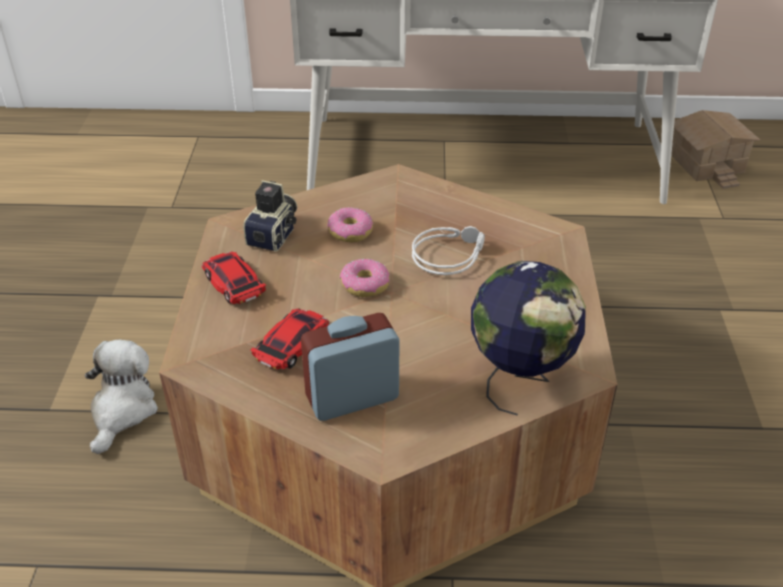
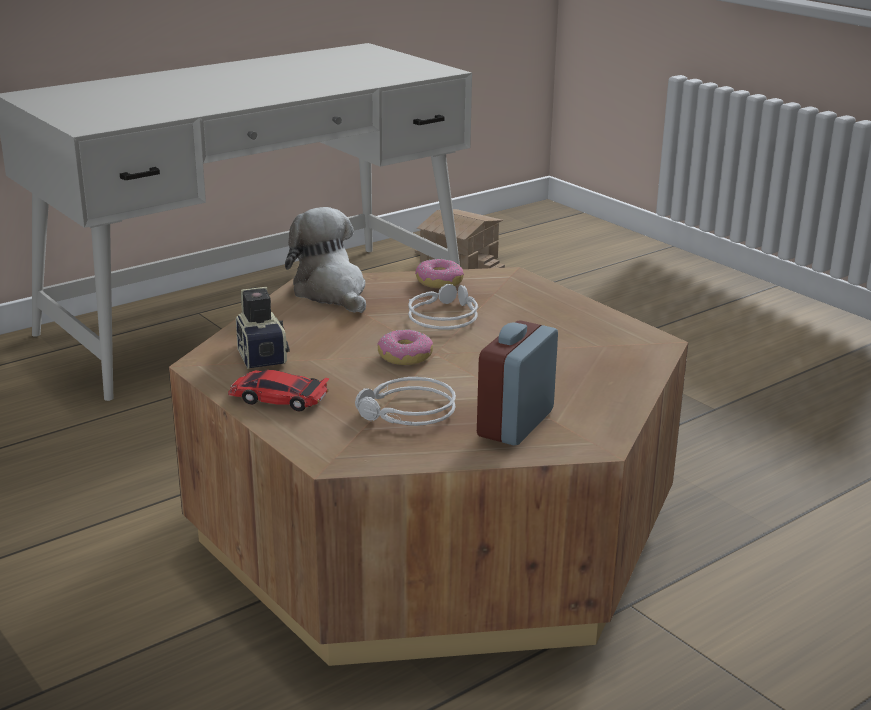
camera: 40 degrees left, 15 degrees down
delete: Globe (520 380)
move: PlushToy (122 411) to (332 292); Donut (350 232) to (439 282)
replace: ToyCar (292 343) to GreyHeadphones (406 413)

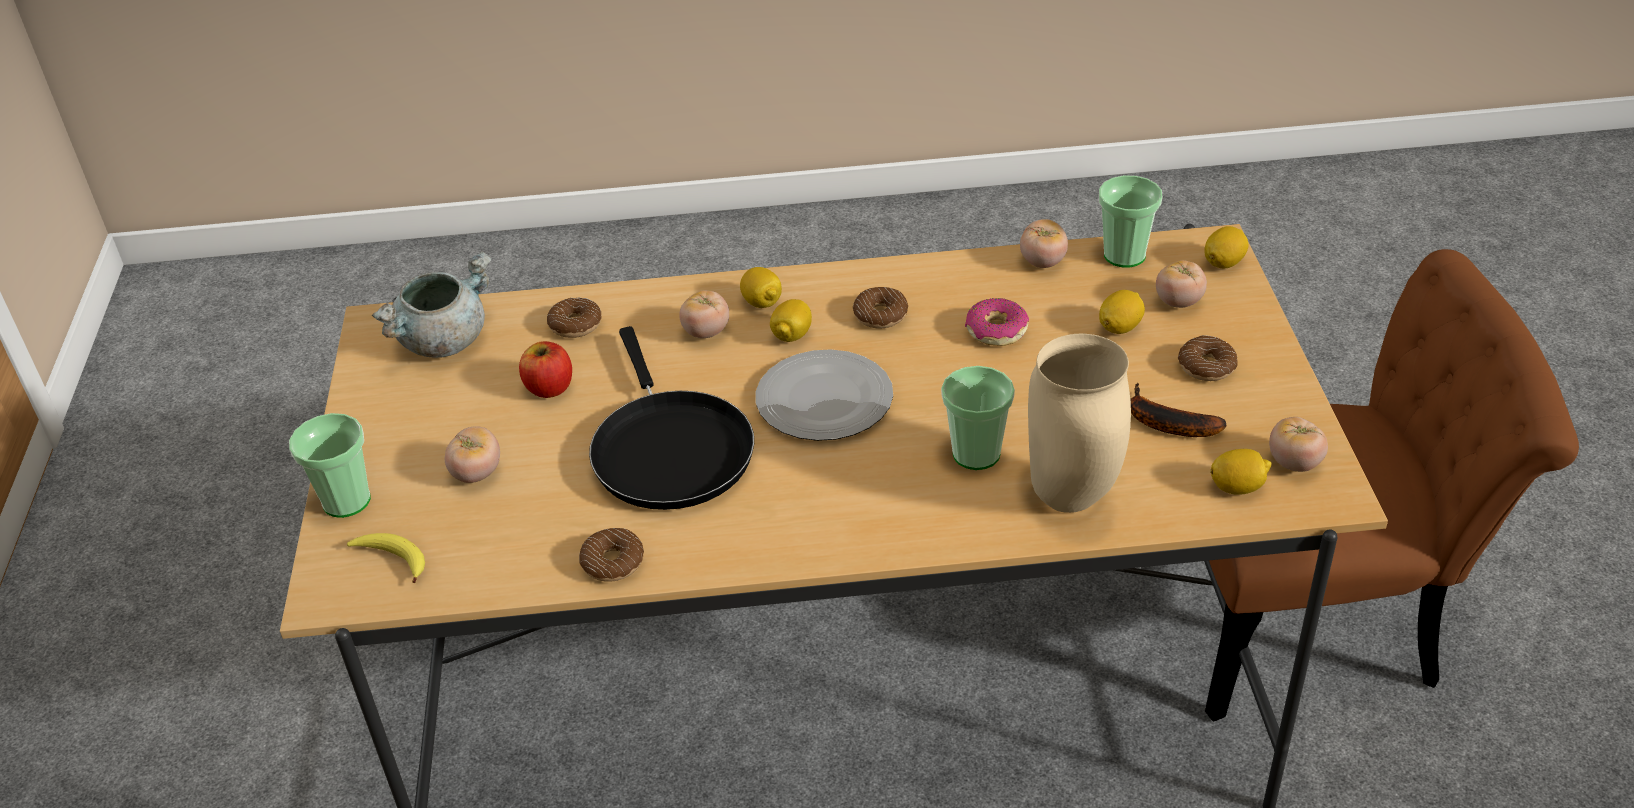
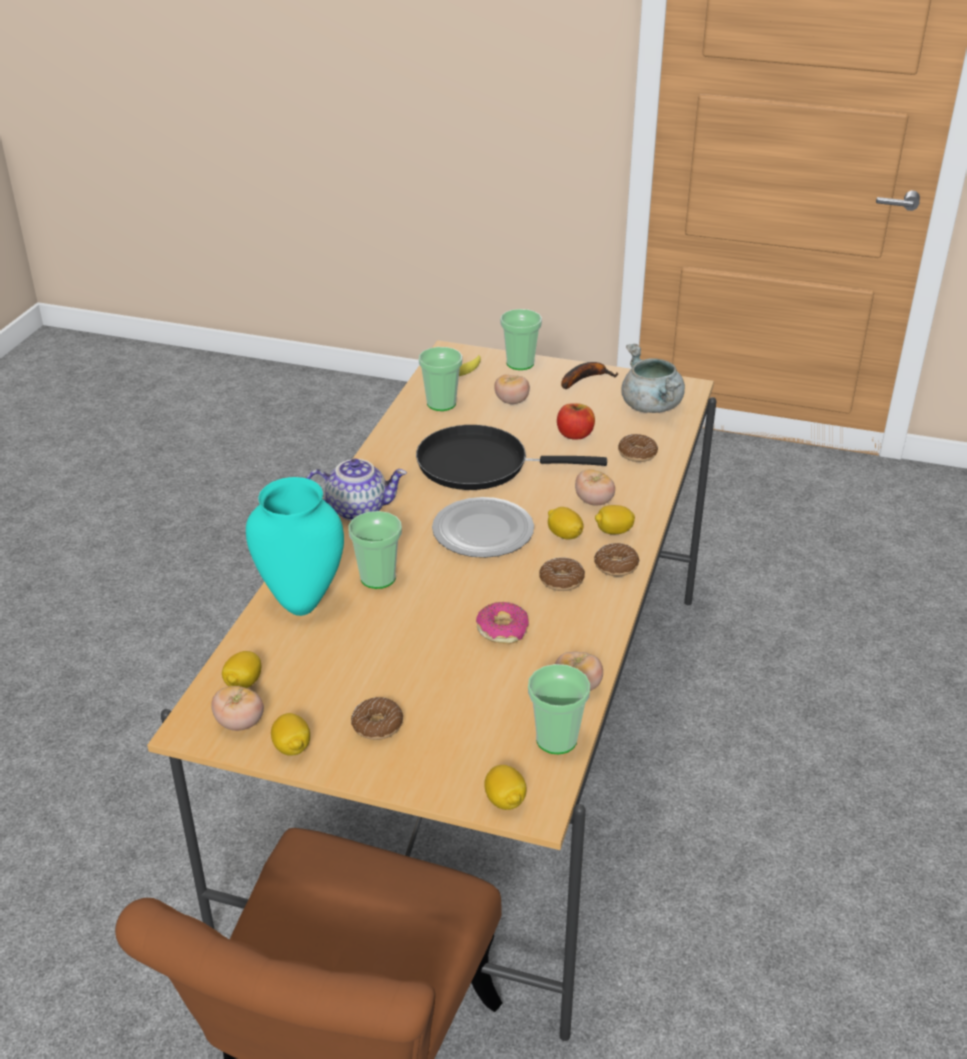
camera: 110 degrees right, 5 degrees down
delete: Tomato (1178 302)
insert: Teapot (358 509); Cup (441 403)
move: Lemon (1120 327) to (292 747); Banana (1164 422) to (585 379); Donut (612 562) to (616 566)
recolor: BeigeVase (1069 499) to TurquoiseVase (303 602)

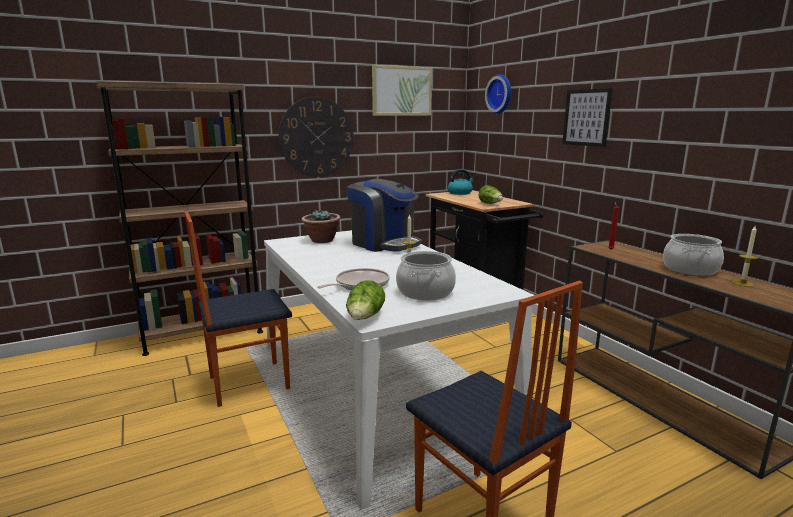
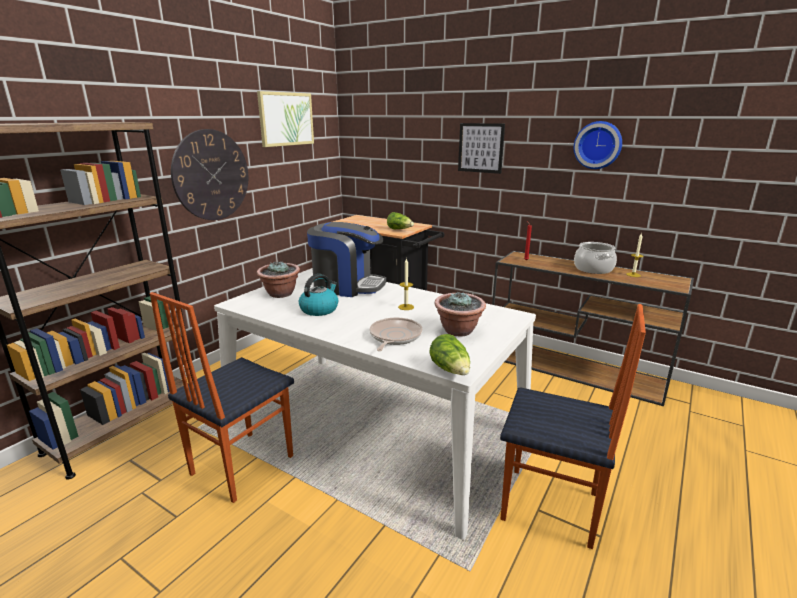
camera: 30 degrees left, 5 degrees up
move: Kettle (460 193) to (319 309); WallClock (501 94) to (598 145)
replace: CookingPot (426 292) to PottedPlant (458 331)

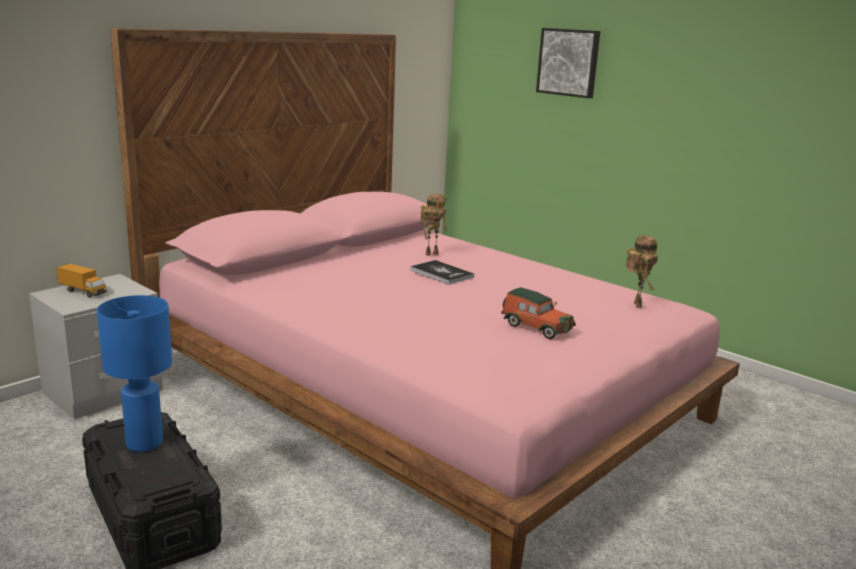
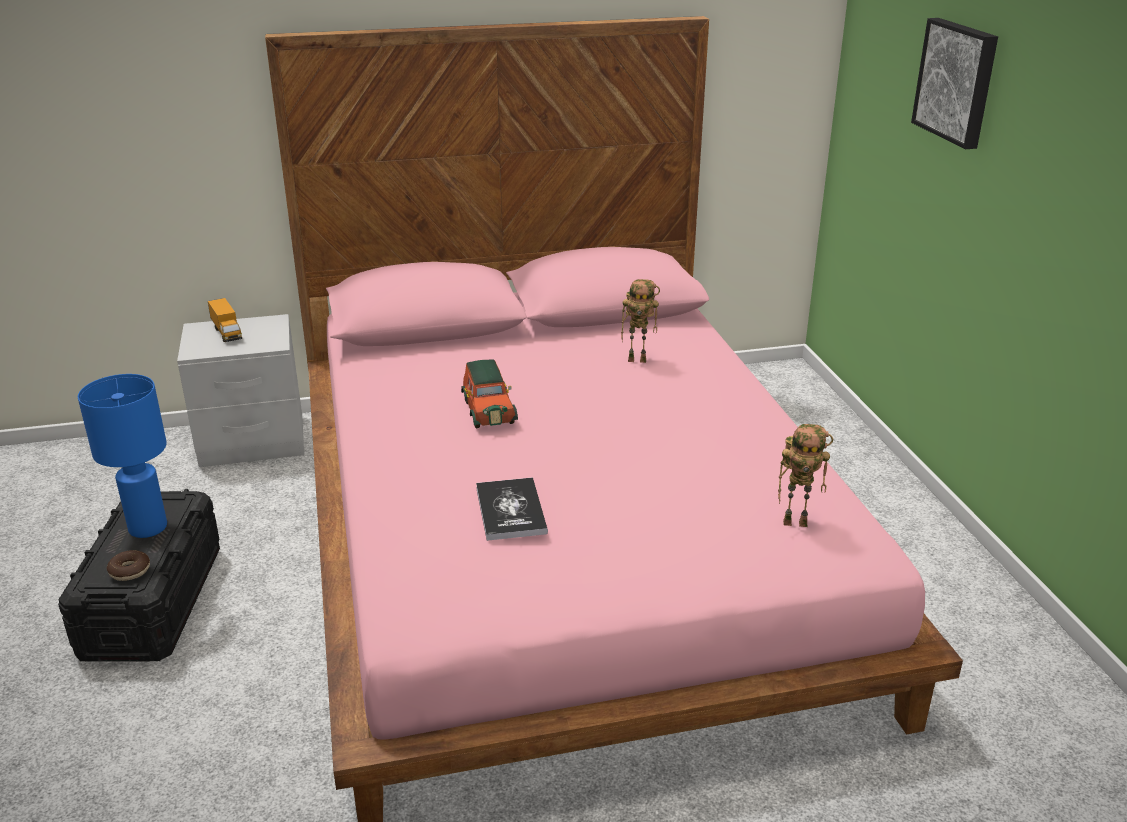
camera: 35 degrees right, 10 degrees up
insert: Donut (130 571)
move: ToyCar (535 327) to (488 410); Book (441 273) to (511 510)
rotate: ToyRobot (635 305) = (797 522) 60 degrees clockwise

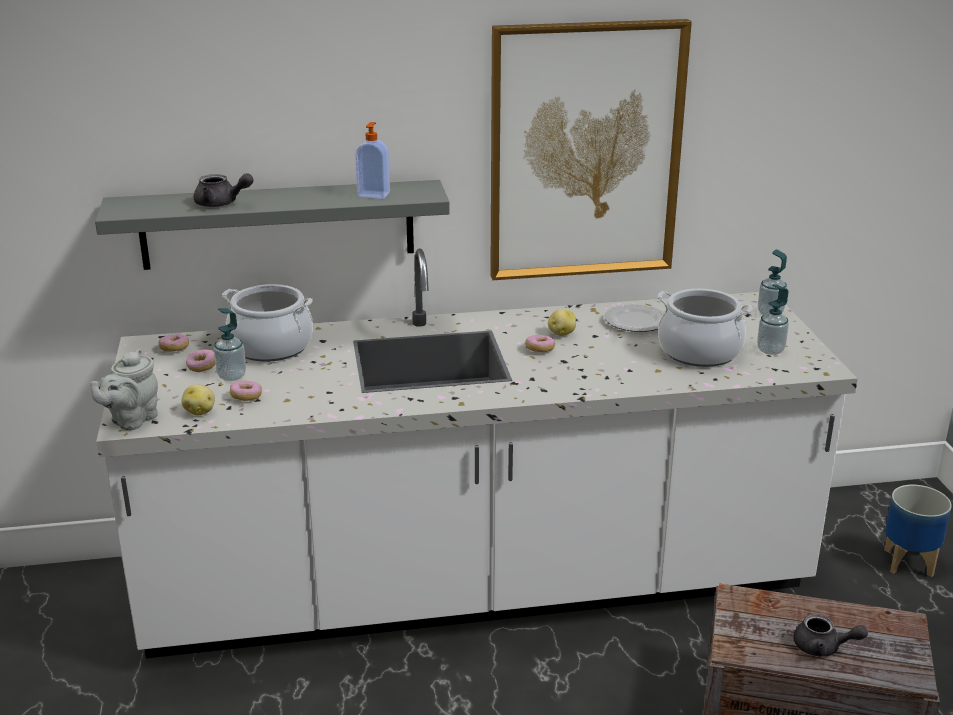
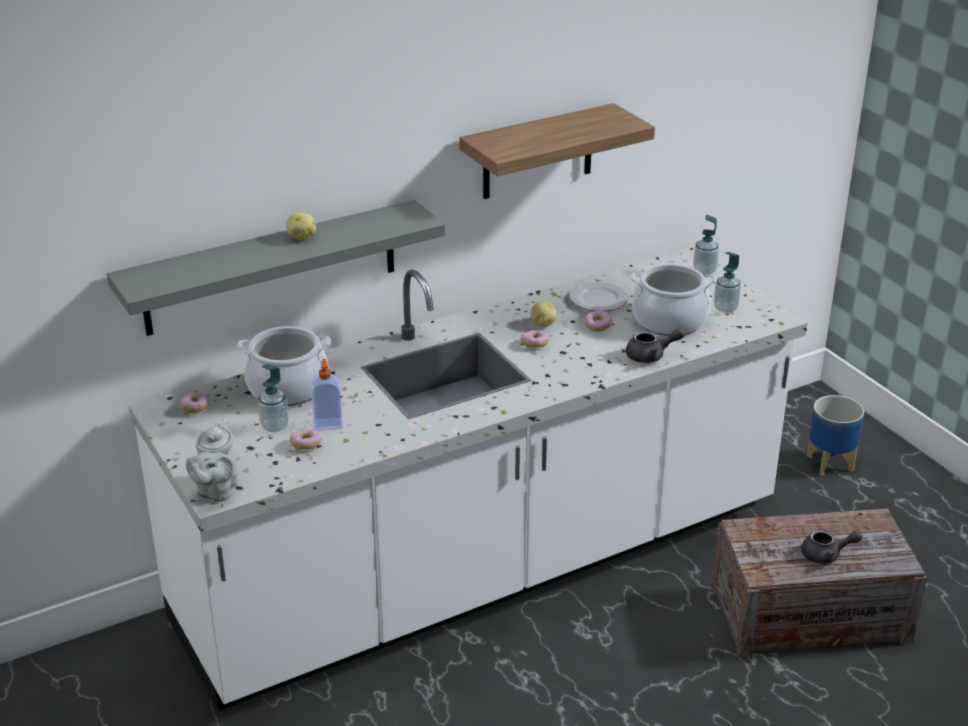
camera: 20 degrees left, 5 degrees up
move: Potato (200 411) to (302 237); SoapDispenser (374 194) to (328 423); Donut (202 367) to (597 326); GreyTeapot (221 204) to (651 356)
replace: Picture (585 152) to Shelf (537 152)

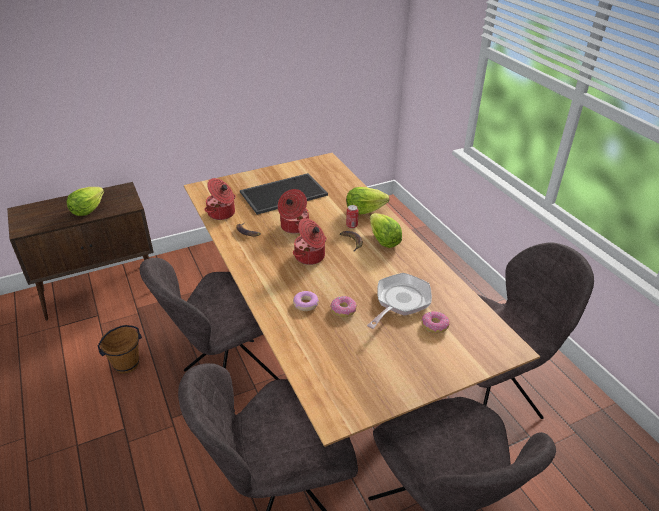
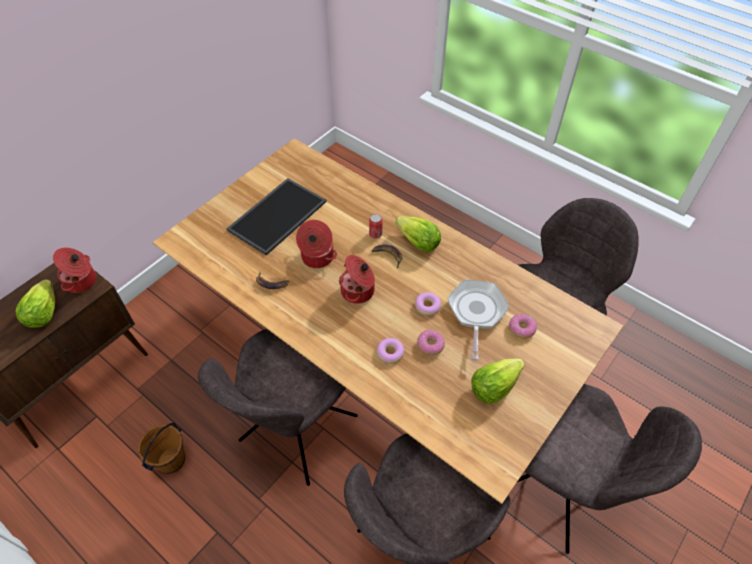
camera: 25 degrees left, 15 degrees up
insert: Donut (427 306)
move: CookingPot (222 213) to (82 281); Lettuce (364 210) to (493 387)

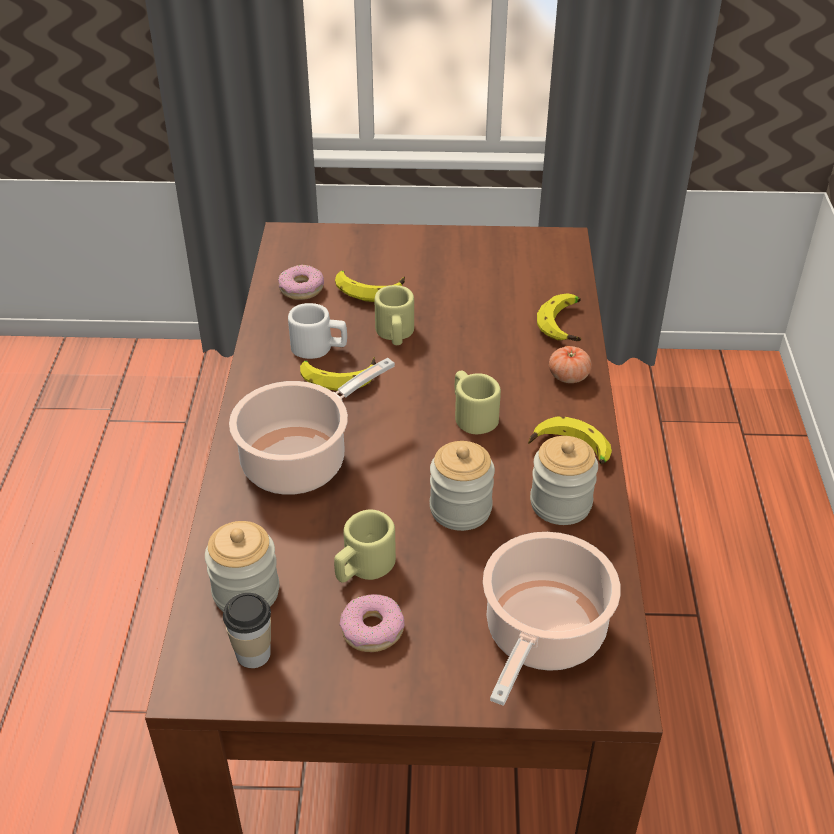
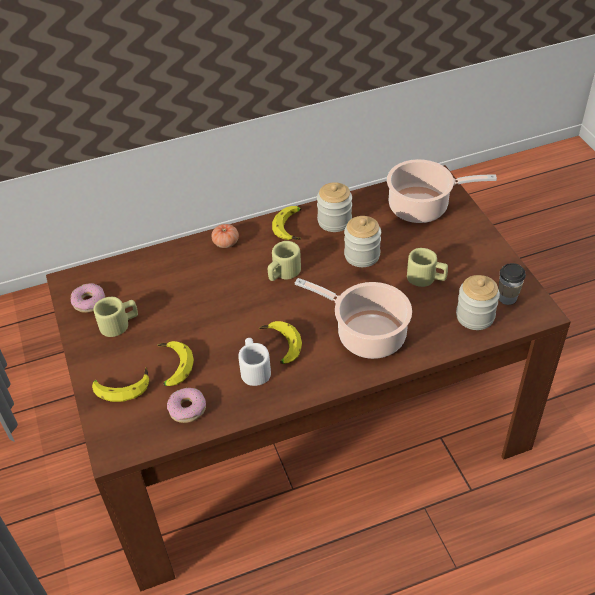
camera: 110 degrees left, 5 degrees up
move: Donut (372 629) to (89 302); Banana (566 324) to (122 386); BeigeMug (395 334) to (119 324)

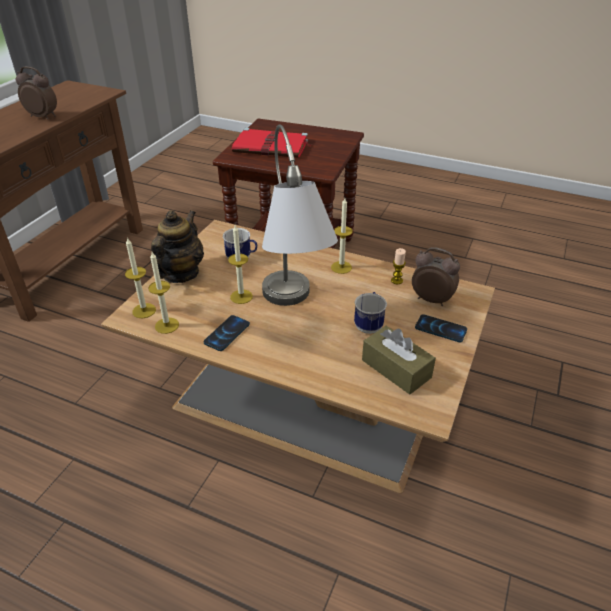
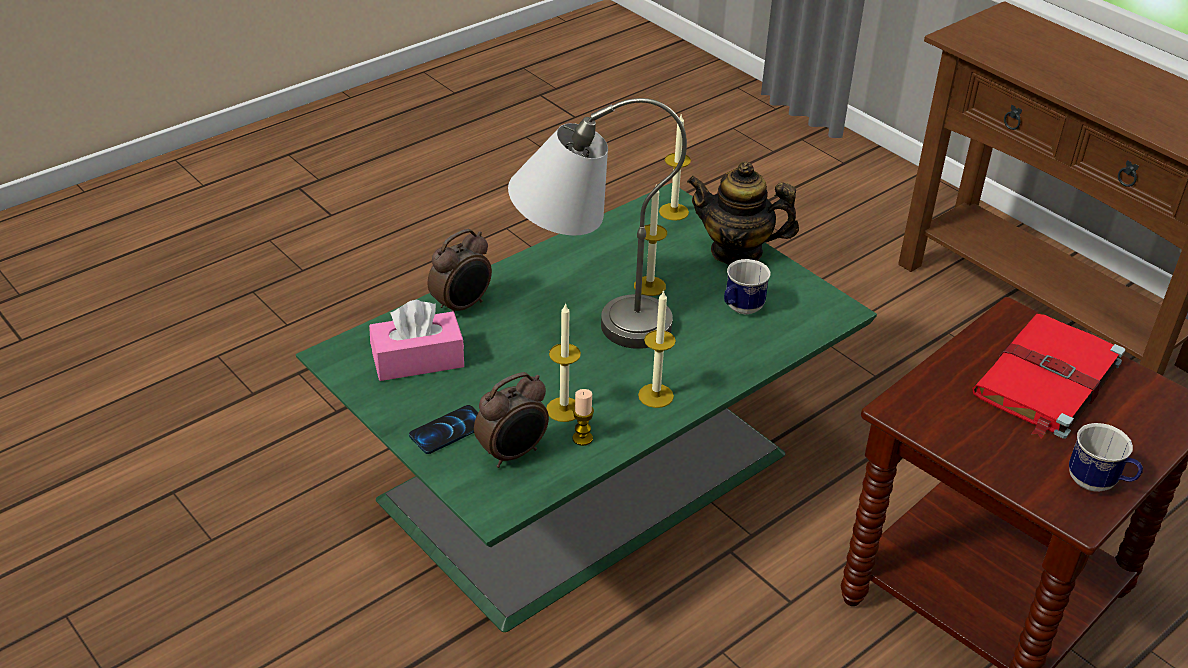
camera: 115 degrees right, 0 degrees up
delete: Phone (227 334)
move: AlarmClock (43 116) to (462 306); Candle (167 325) to (564 409); Mug (369 324) to (1098 484)
recolor: BrownCoffeeTable (303 396) to GreenCoffeeTable (590 471); BrownTissueBox (396 369) to PinkTissueBox (418 360)
rotate: Teapot (180 273) = (737 251) 150 degrees clockwise

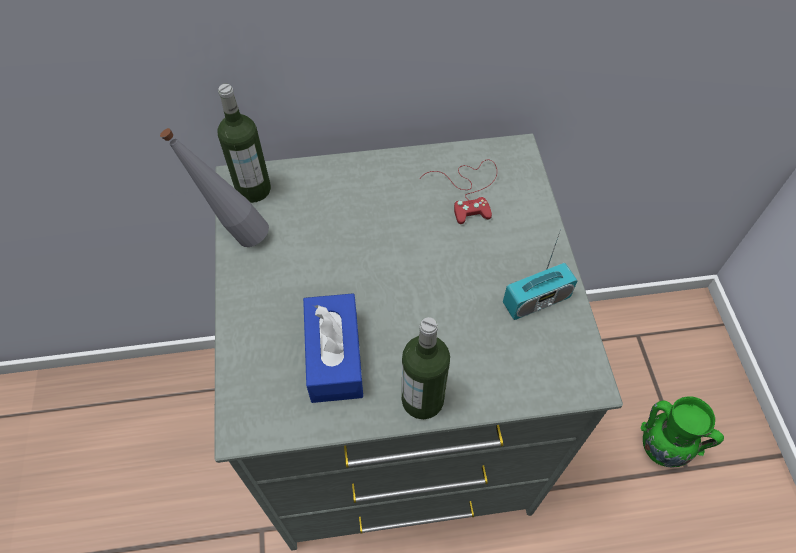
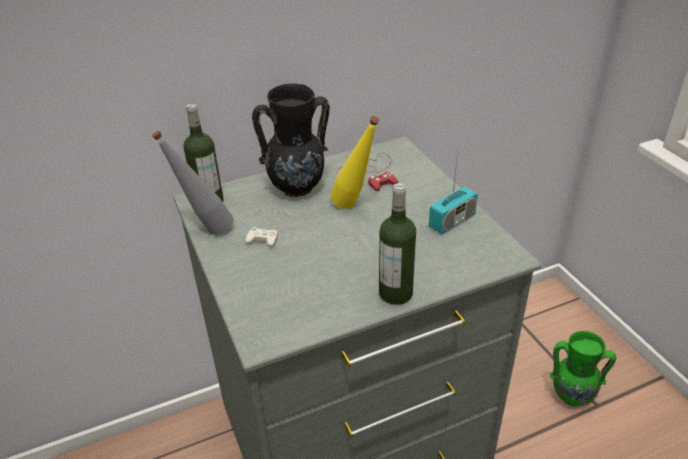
camera: 15 degrees left, 20 degrees down
delete: BlueTissueBox (334 356)
insert: WhiteGameController (275 226); BlackVase (298 189); YellowBottle (355 208)

